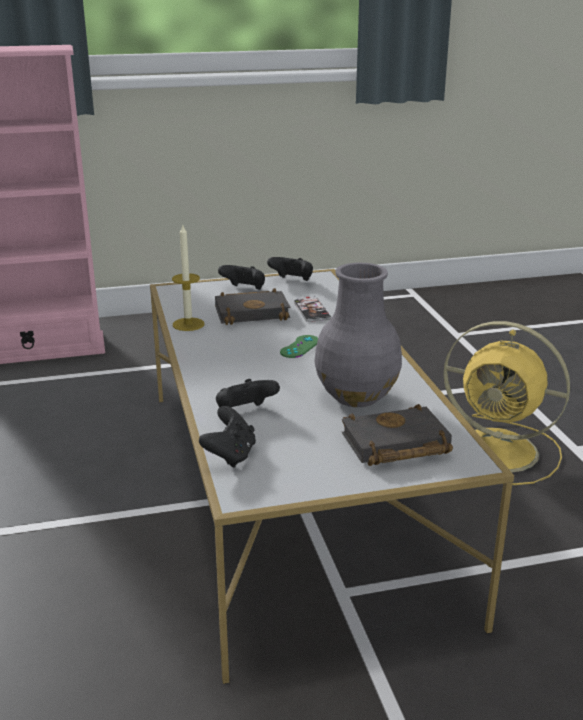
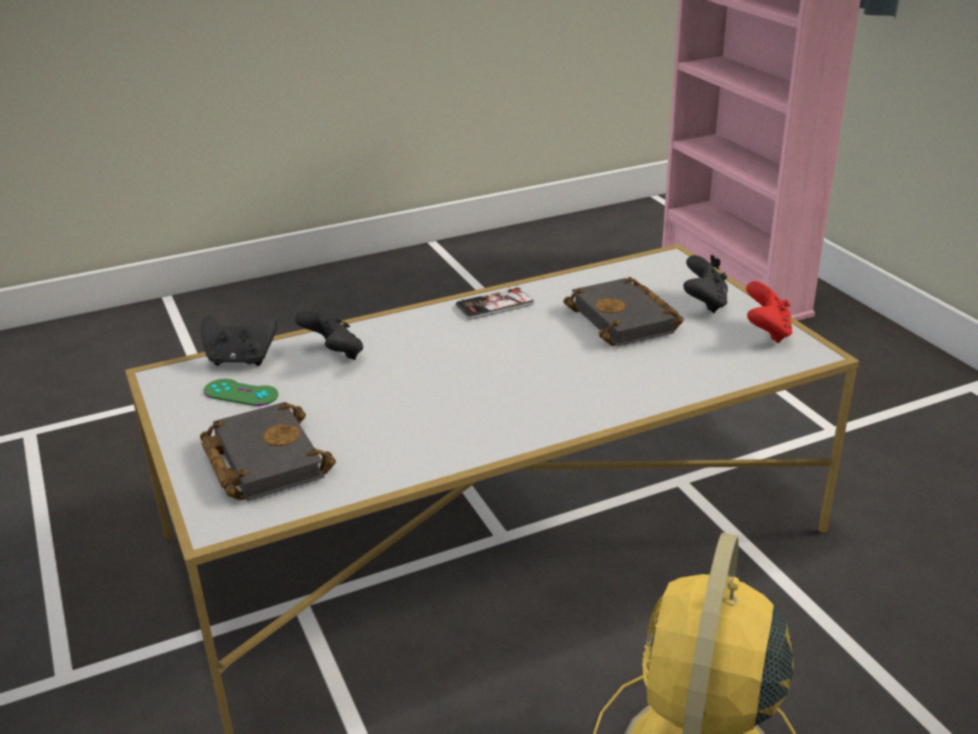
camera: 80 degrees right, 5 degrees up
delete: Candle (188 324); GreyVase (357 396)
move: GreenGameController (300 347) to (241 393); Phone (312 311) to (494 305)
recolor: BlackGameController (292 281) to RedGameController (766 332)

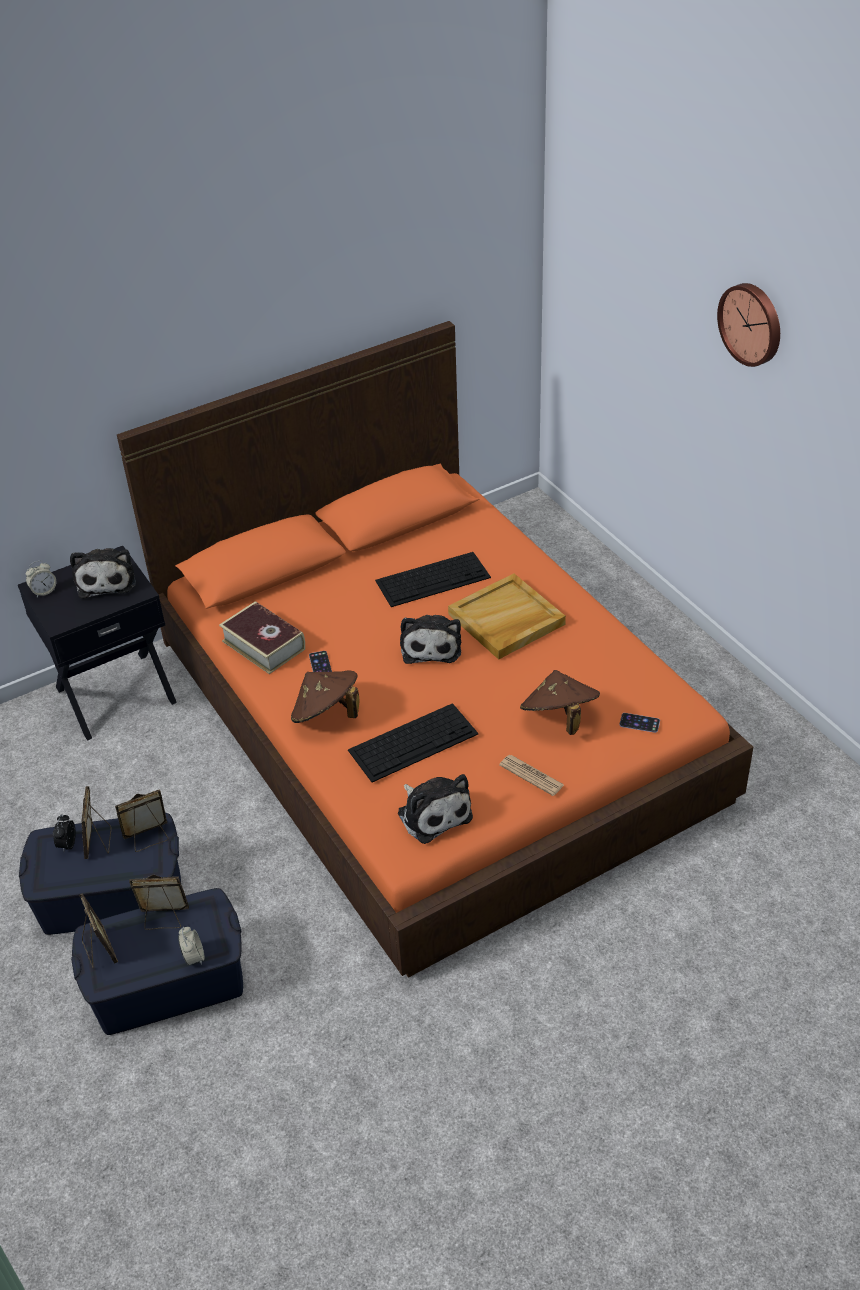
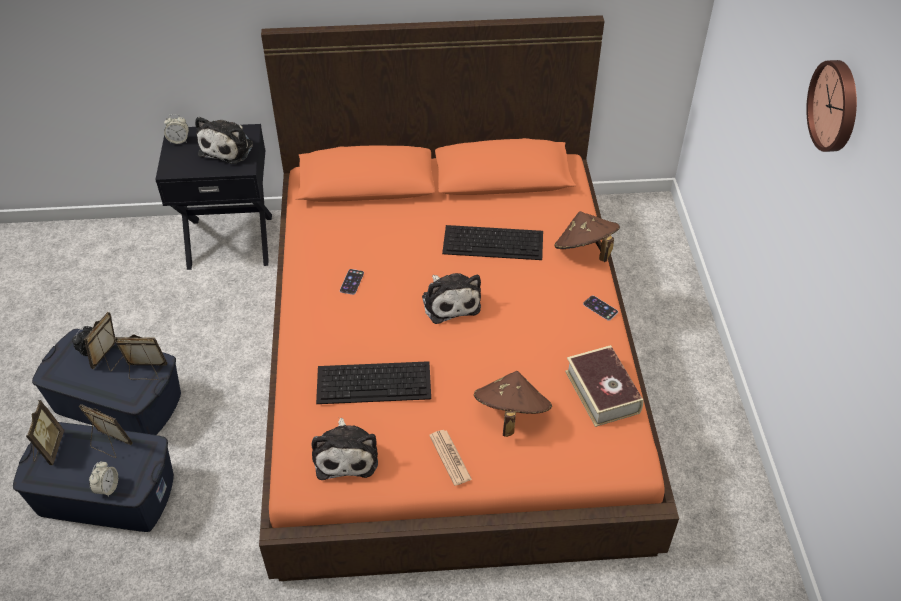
camera: 25 degrees right, 5 degrees up
delete: BeigeTray (506 620)
move: BrownHat (326 714) to (584 251); Book (264 645) to (602 392); Phone (639 723) to (600 308)
rotate: PlushToy (431 645) = (450 301) 45 degrees counterclockwise

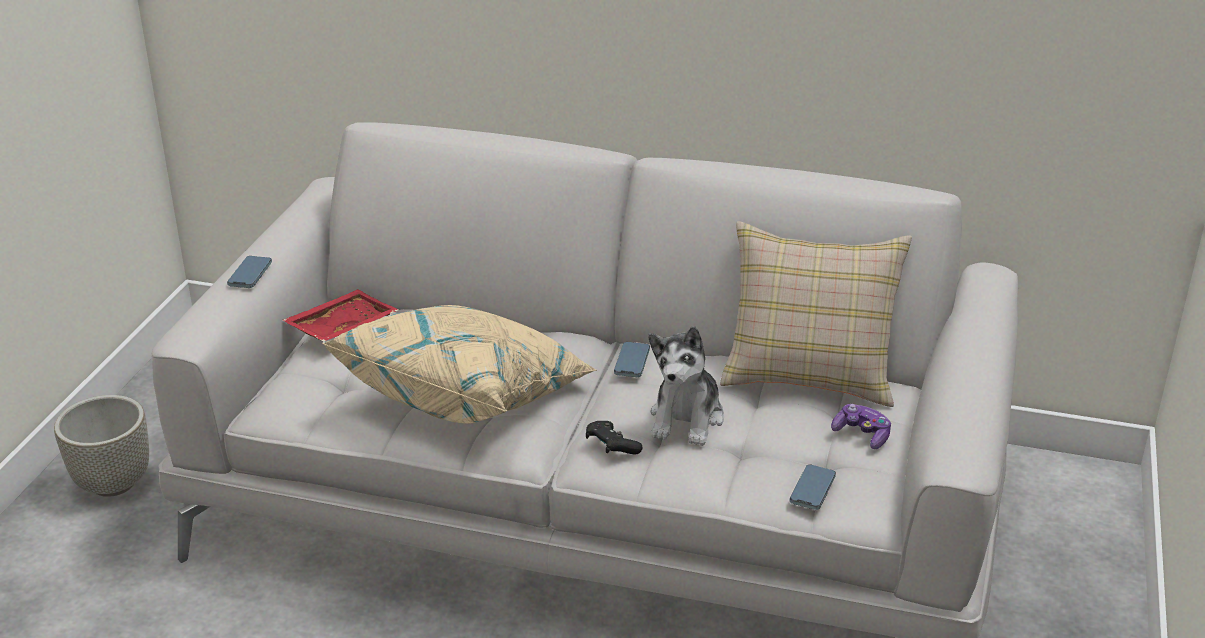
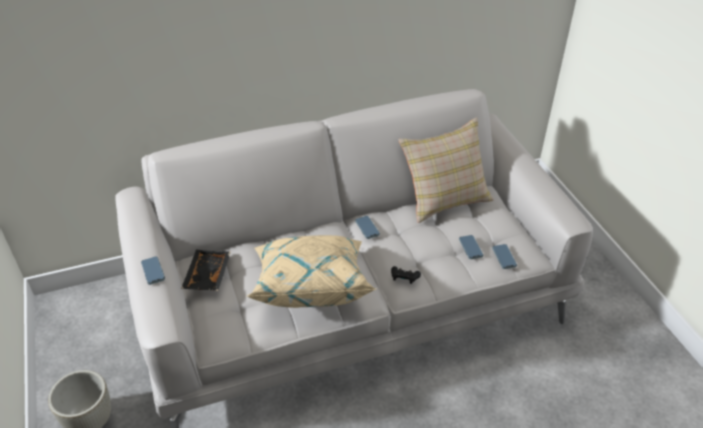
camera: 35 degrees left, 10 degrees up
delete: PlushToy (687 418); GameController (862 434)
insert: Phone (470 248)
recolor: RedTray (341 327) to BlackTray (206 275)

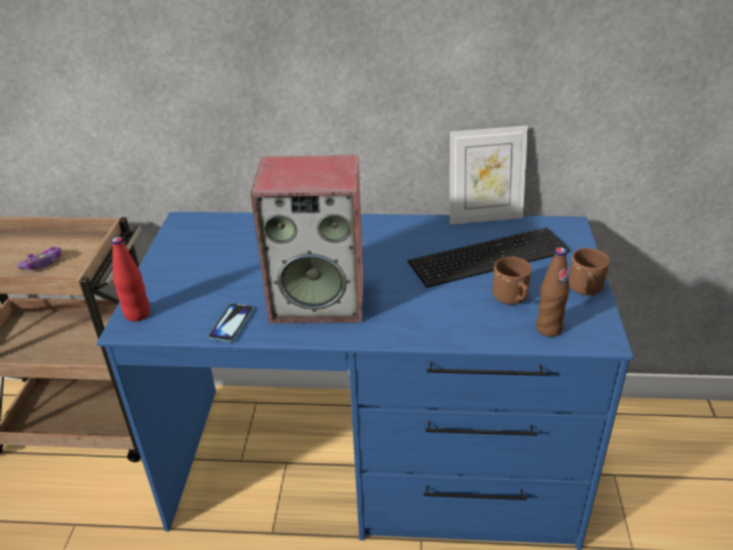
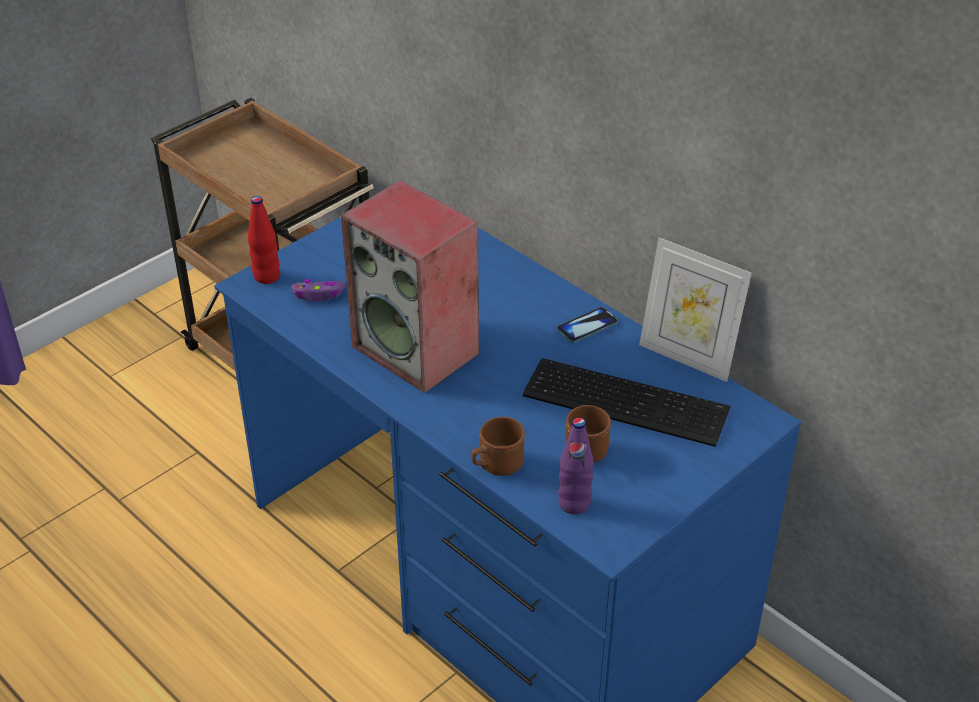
camera: 40 degrees right, 5 degrees up
move: PurpleGameController (43 263) to (318 294); BrownMug (585 290) to (496 466); Phone (231 323) to (587 326)
recolor: BrownBottle (548 328) to PurpleBottle (574 503)

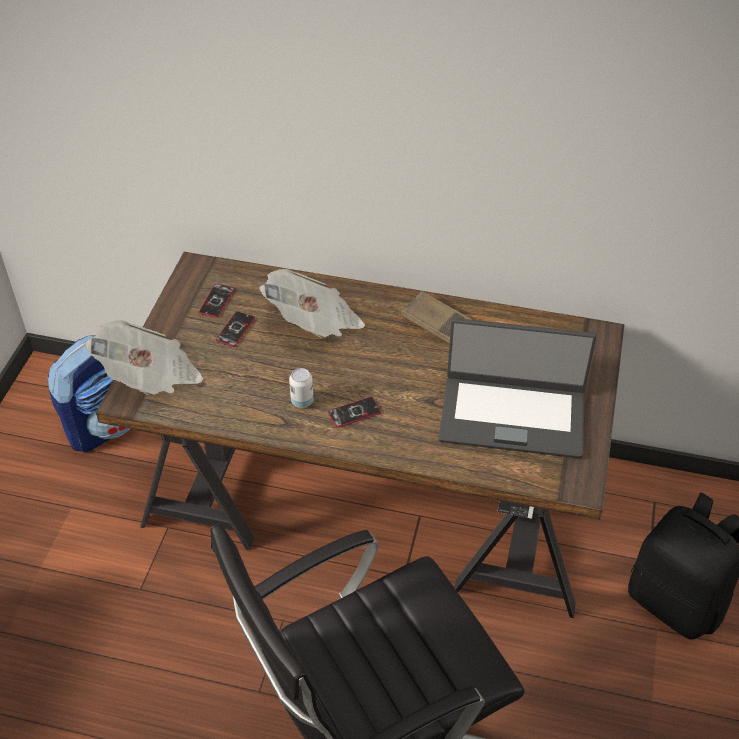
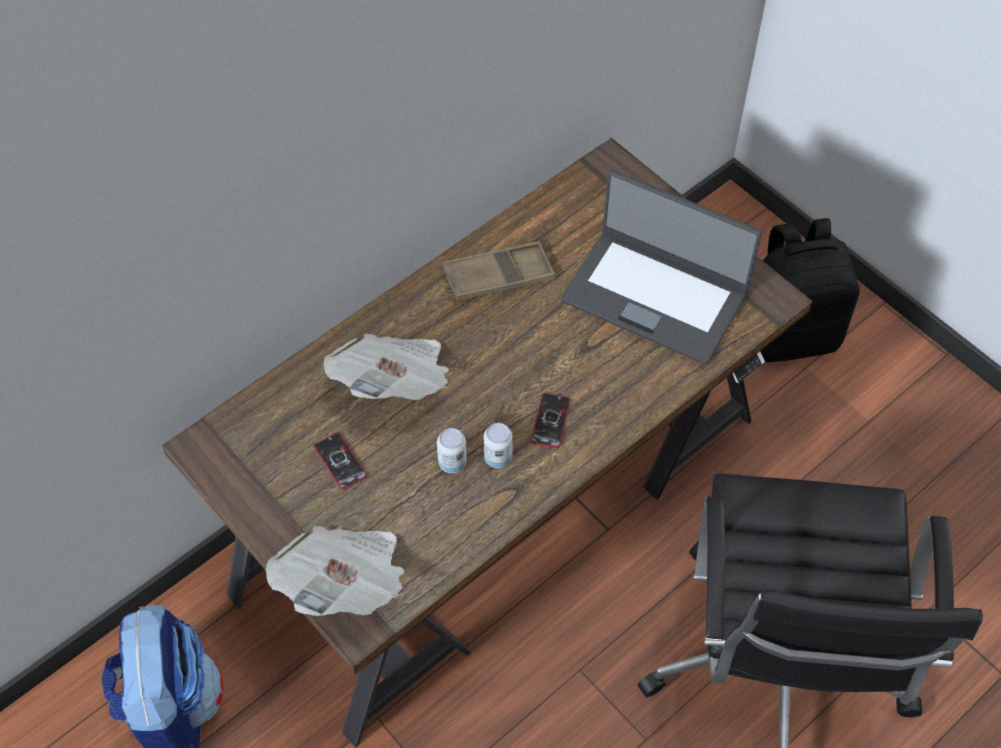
camera: 55 degrees left, 10 degrees up
delete: Phone (216 301)
insert: Can (452 462)
rotate: Laptop (512 415) = (655 295) 75 degrees clockwise

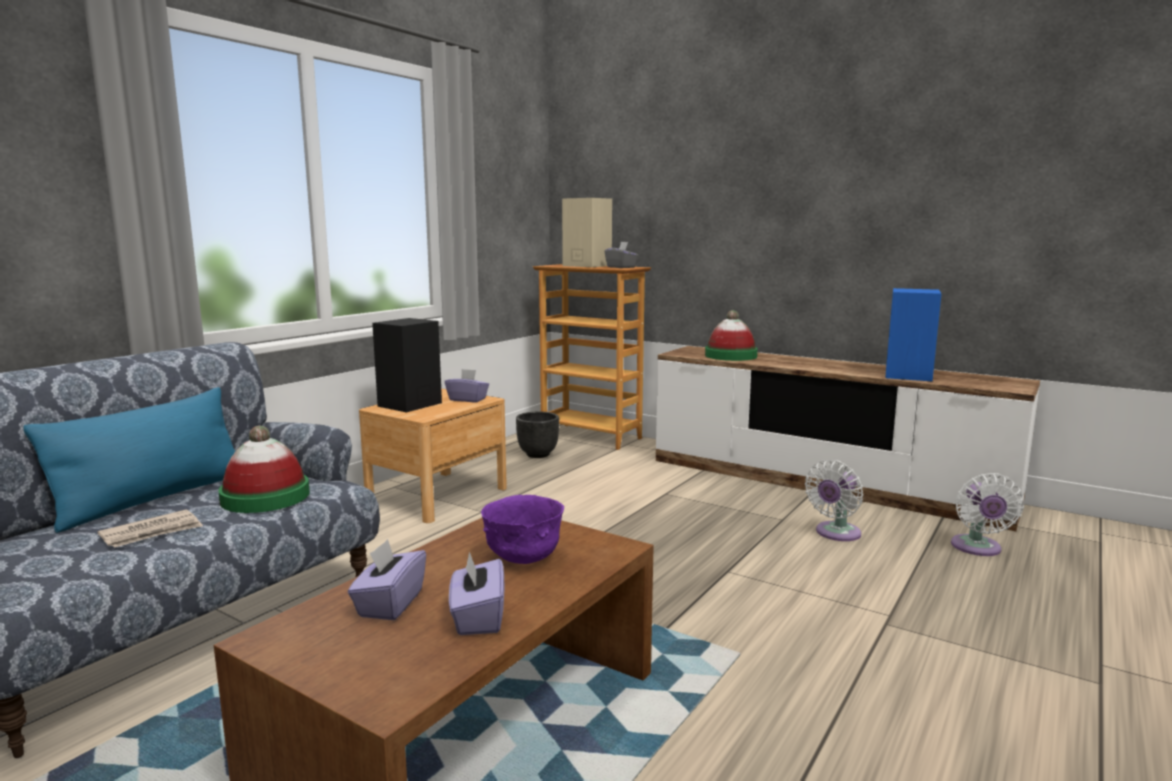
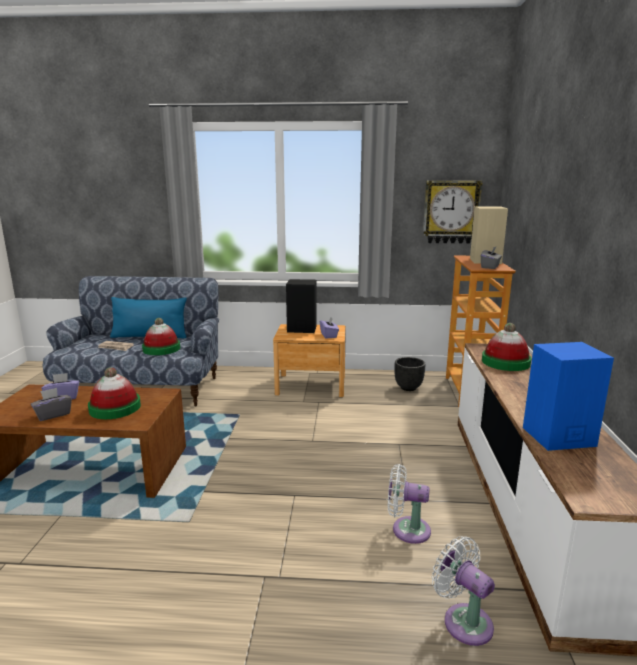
camera: 60 degrees right, 5 degrees up
insert: WallClock (451 212)
replace: PurpleBowl (524 559) to Hat (115 408)
recolor: PurpleTissueBox (478 618) to GreyTissueBox (53 414)
rotate: WhiteFan (977 548) = (463 620) 75 degrees clockwise

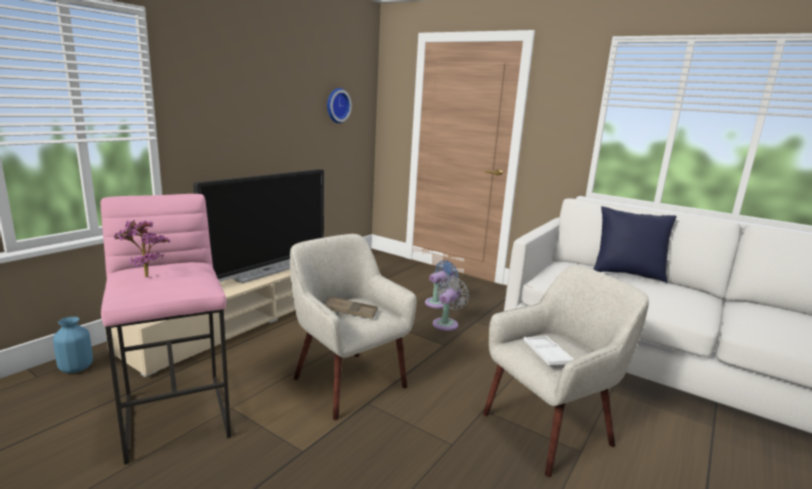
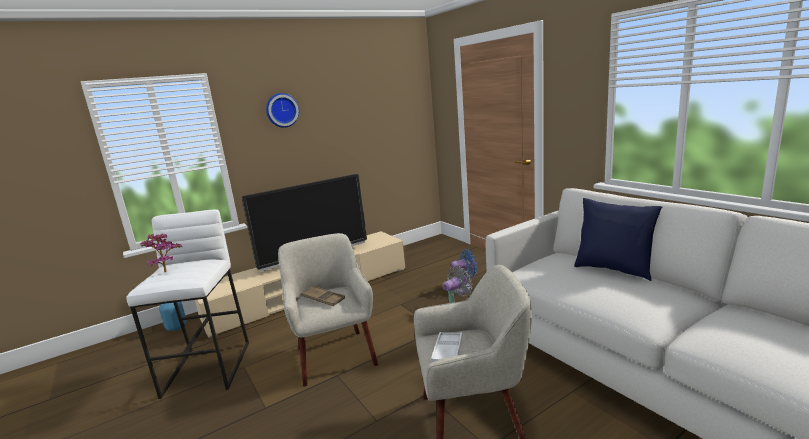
camera: 25 degrees right, 0 degrees up
move: WallClock (336 105) to (281 110)
recolor: PinkStool (178 415) to WhiteStool (209 368)

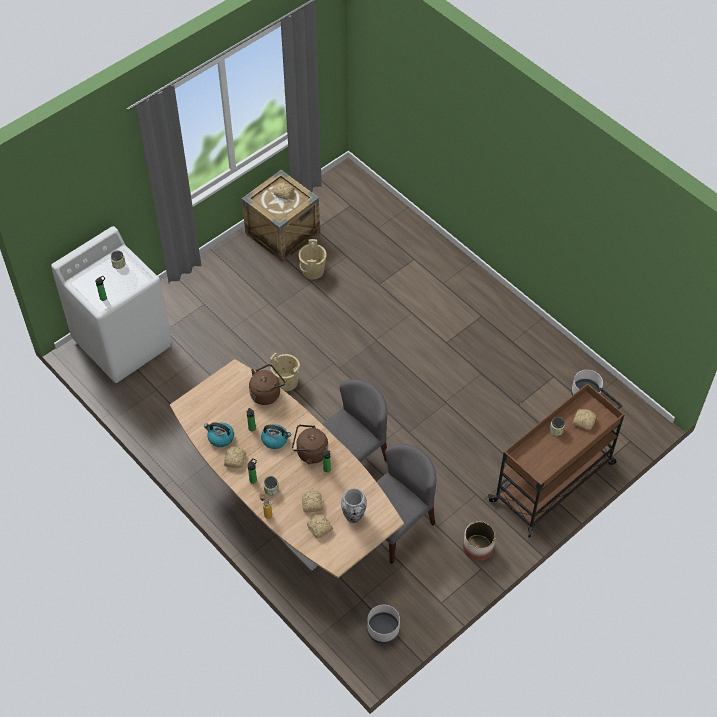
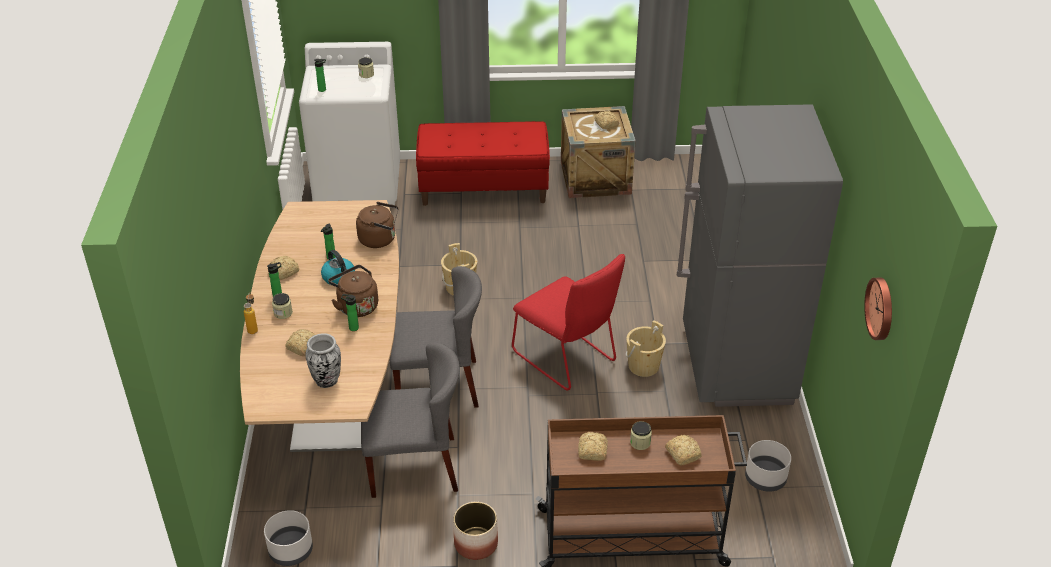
camera: 40 degrees right, 15 degrees down
delete: Kettle (220 438)
insert: RedBench (484 188); RedChair (567 359); GreyFridge (736 366); WallClock (881 308)
move: Bread (319 528) to (592 451); BeigeBucket (313 271) to (643 366)

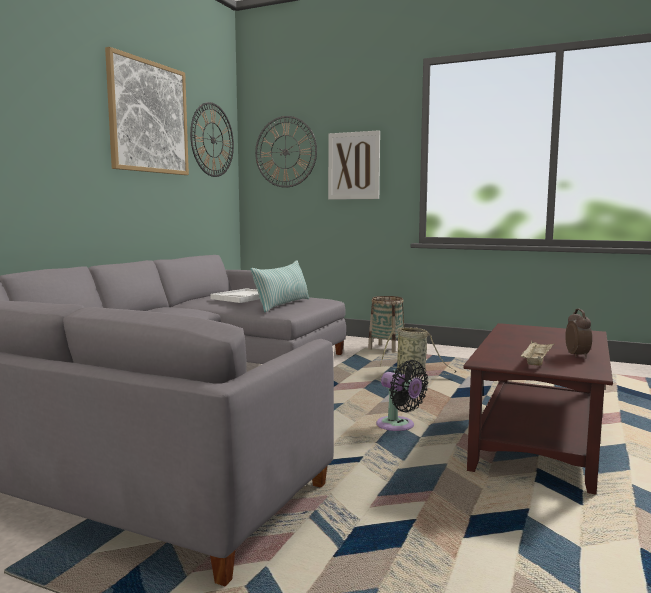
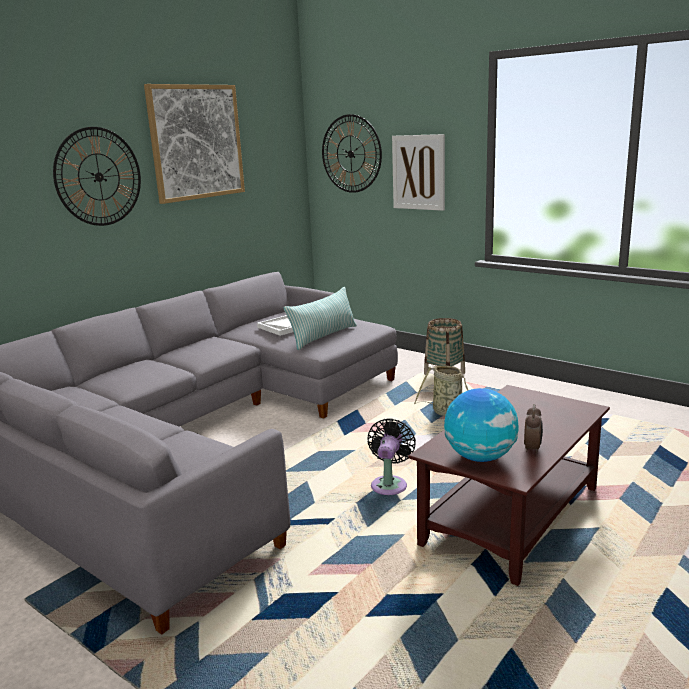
camera: 15 degrees right, 10 degrees up
move: WallClock (212 140) to (99 177)
replace: BeigeTray (536 362) to Globe (480 457)
rotate: BlackFan (398 426) = (390 484) 135 degrees counterclockwise

